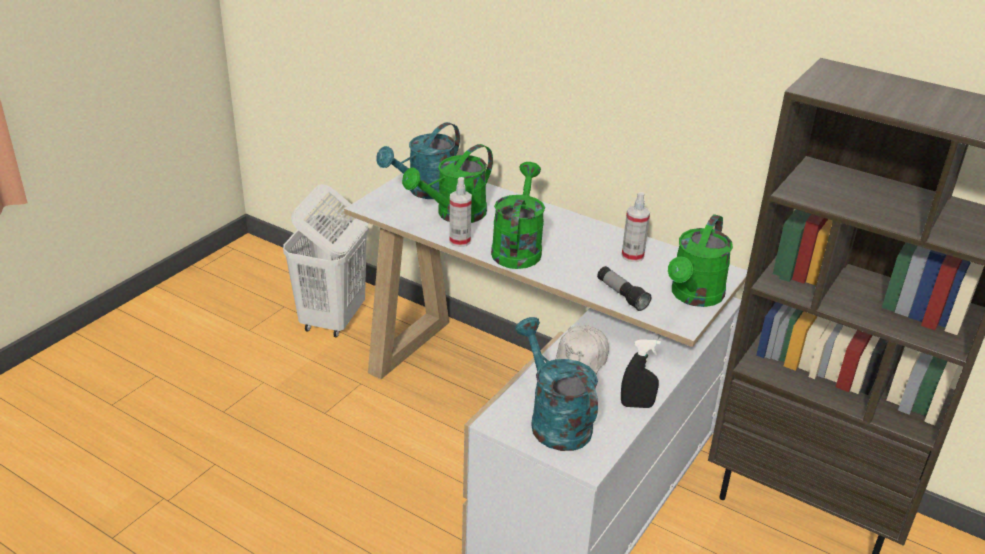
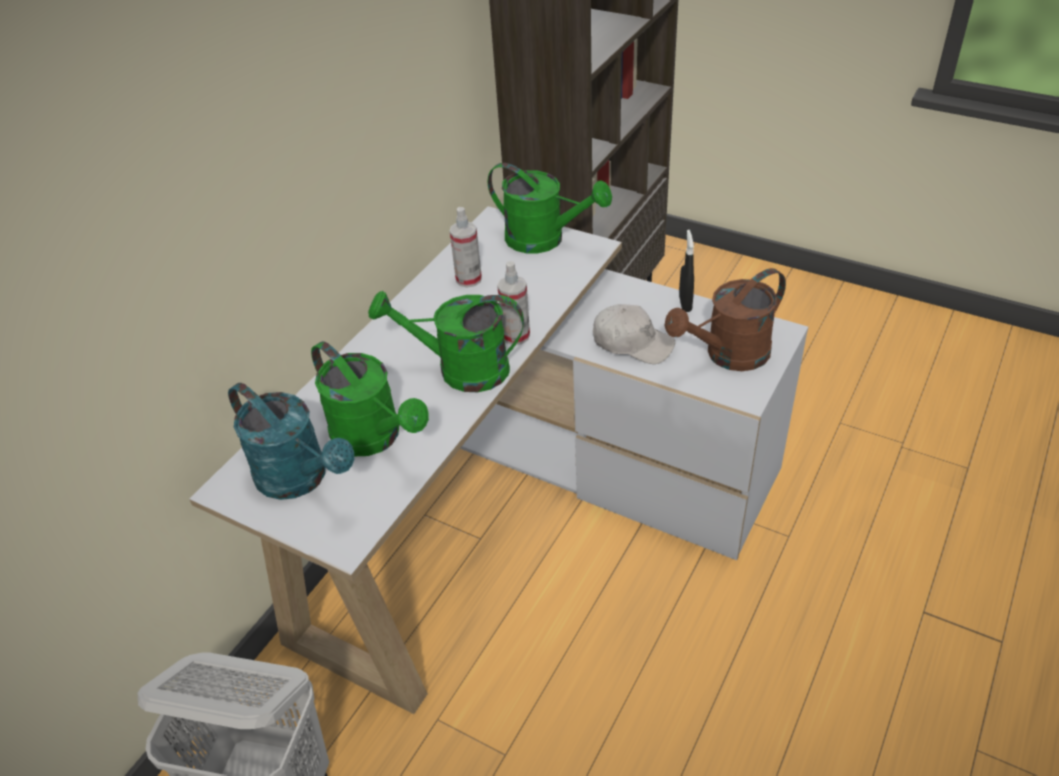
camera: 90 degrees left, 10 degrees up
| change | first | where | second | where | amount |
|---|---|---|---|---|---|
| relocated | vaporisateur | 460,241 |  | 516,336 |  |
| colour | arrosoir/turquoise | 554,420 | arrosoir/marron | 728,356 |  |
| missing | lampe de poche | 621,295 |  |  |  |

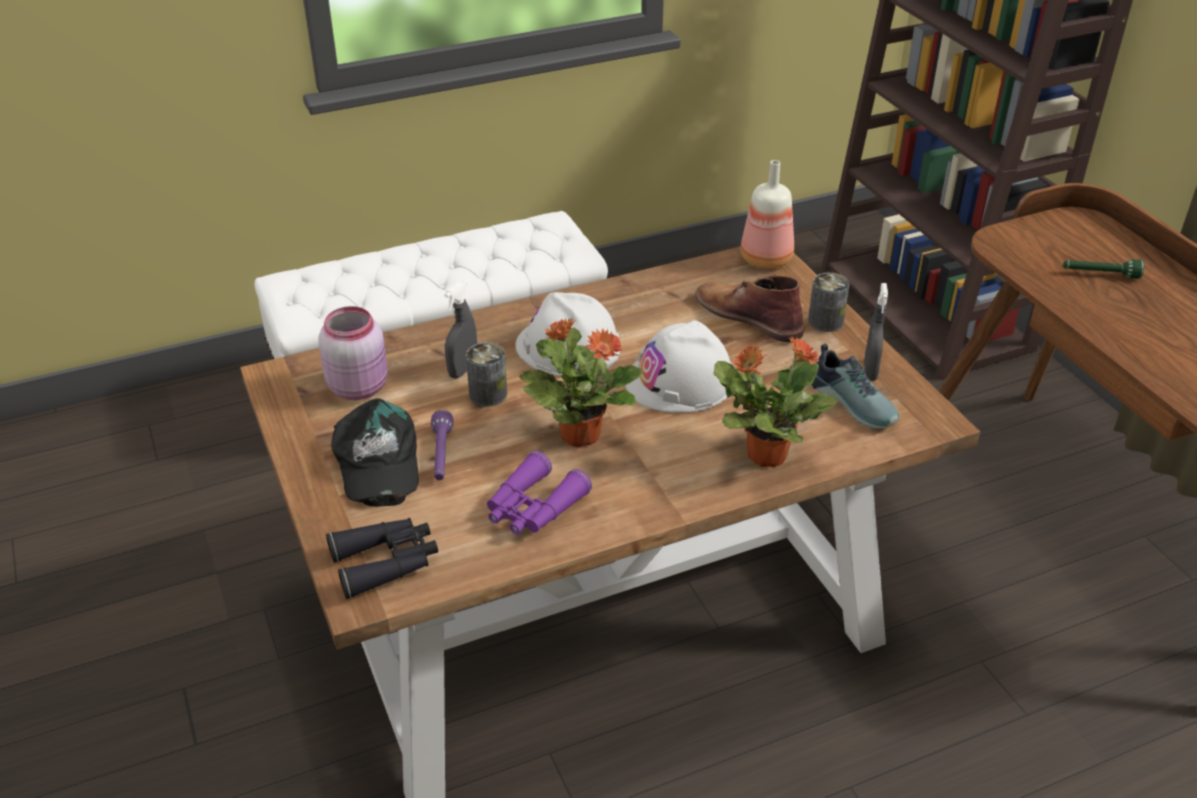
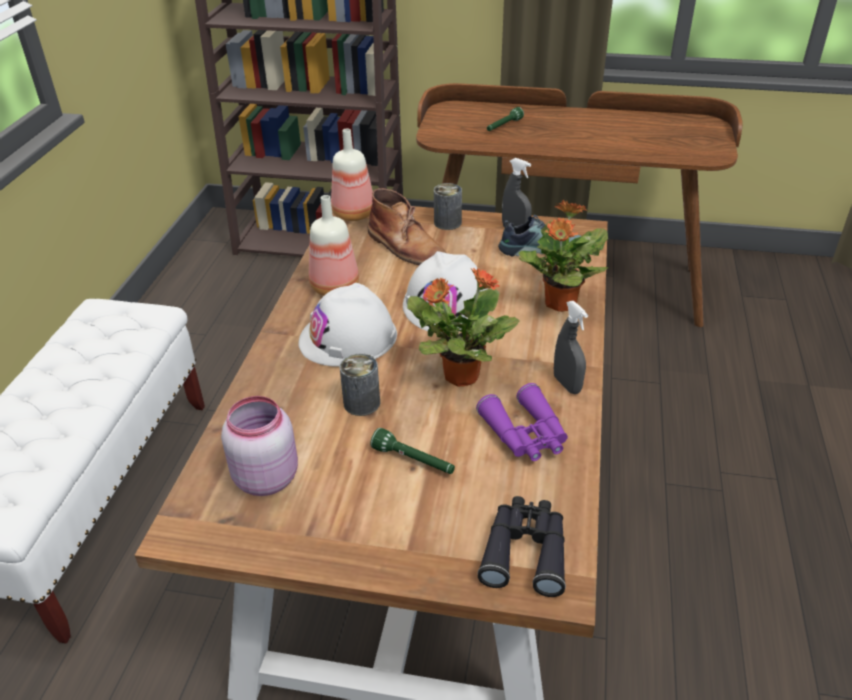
camera: 55 degrees left, 0 degrees up
| change | first | where | second | where | amount |
|---|---|---|---|---|---|
| appeared |  |  | bouteille | 334,286 |  |
| spun | botte/marron | 748,315 |  | 406,247 | 120 degrees counterclockwise |
| colour | lampe de poche/violet | 441,455 | lampe de poche/vert | 414,461 |  |
| relocated | vaporisateur/gris | 463,370 |  | 567,384 |  |
| missing | casquette/noir | 376,462 |  |  |  |

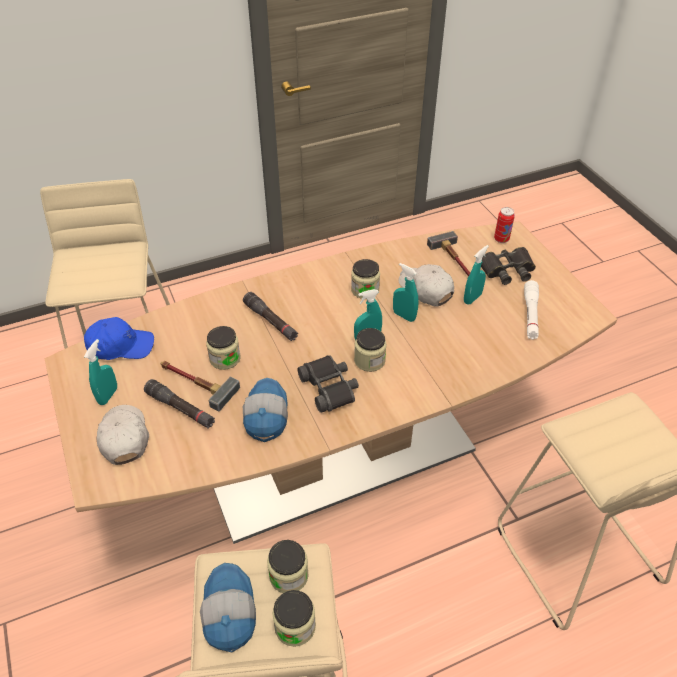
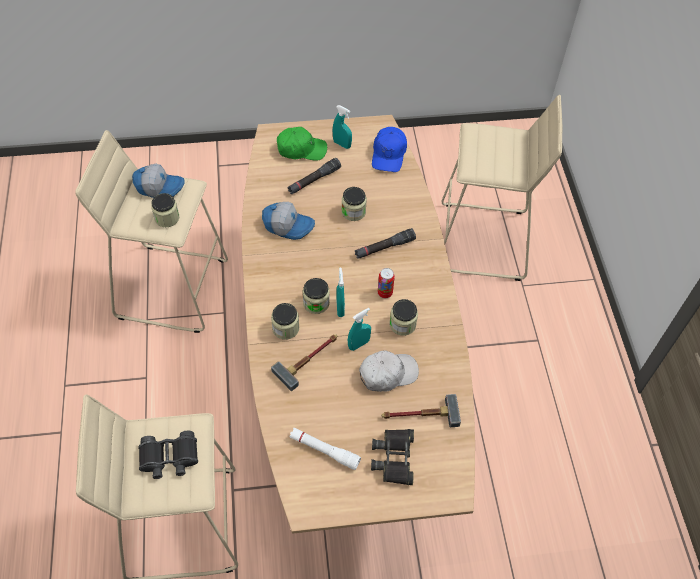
camera: 105 degrees right, 10 degrees up
| change | first | where | second | where | amount |
|---|---|---|---|---|---|
| relocated | jumelles/noir | 329,388 |  | 169,458 |  |
| relocated | bocal | 295,626 |  | 285,328 |  |
| relocated | marteau | 195,383 |  | 309,359 |  |
| colour | casquette/blanc | 124,438 | casquette/vert | 301,149 |  |
| relocated | boîte métallique | 501,239 |  | 385,293 |  |
| missing | vaporisateur/turquoise | 472,298 |  |  |  |

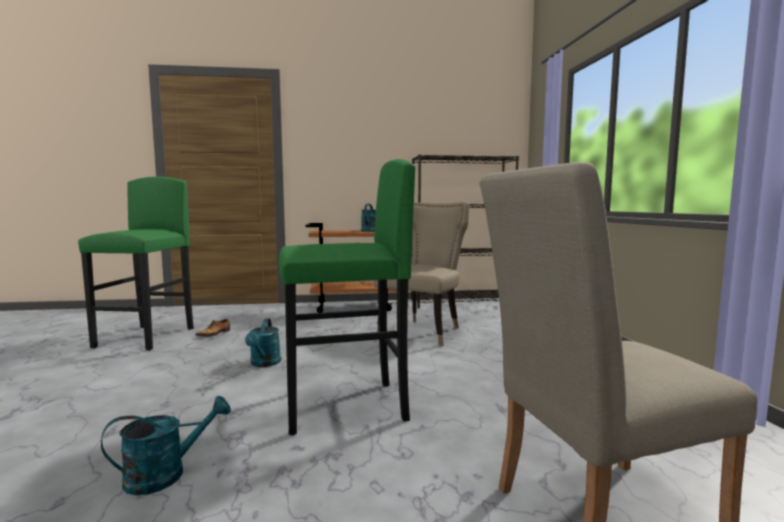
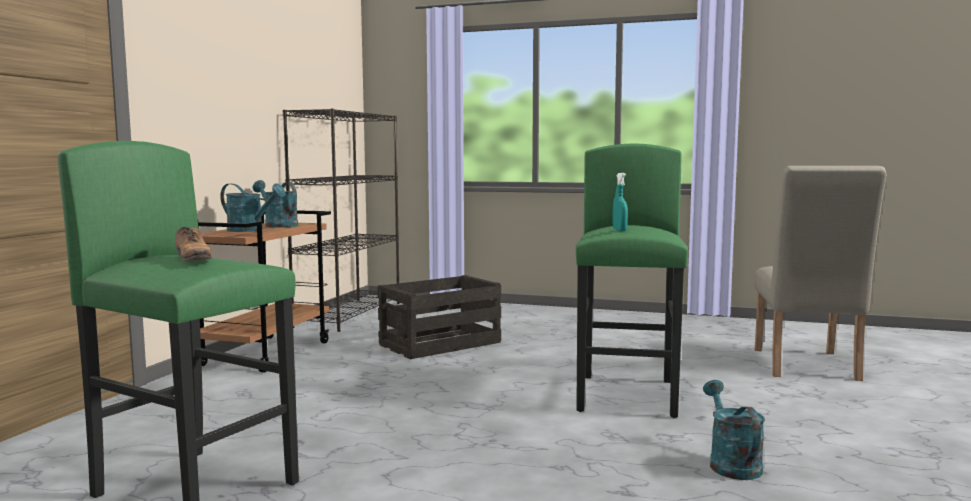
camera: 65 degrees left, 0 degrees up
| change | first | where | second | where | amount |
|---|---|---|---|---|---|
| relocated | chaussure | 214,334 |  | 193,259 |  |
| relocated | arrosoir/turquoise | 264,364 |  | 250,230 |  |
| exchanged | chaise/beige | 424,331 | caisse | 441,343 |  |
| appeared |  |  | vaporisateur/turquoise | 619,230 |  |

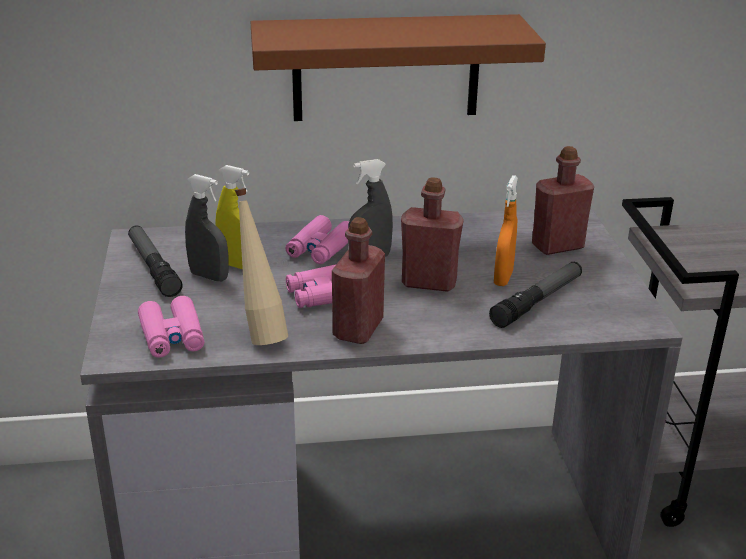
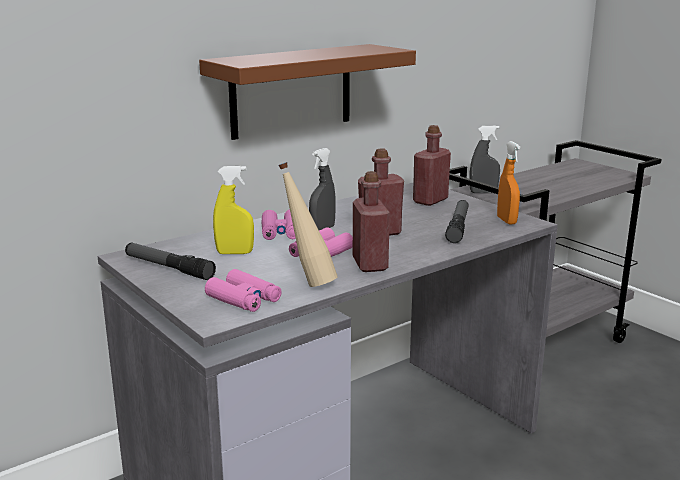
camera: 30 degrees left, 10 degrees down
| change | first | where | second | where | amount |
|---|---|---|---|---|---|
| relocated | vaporisateur/gris | 209,276 |  | 483,192 |  |
| relocated | vaporisateur/orange | 503,278 |  | 506,221 |  |

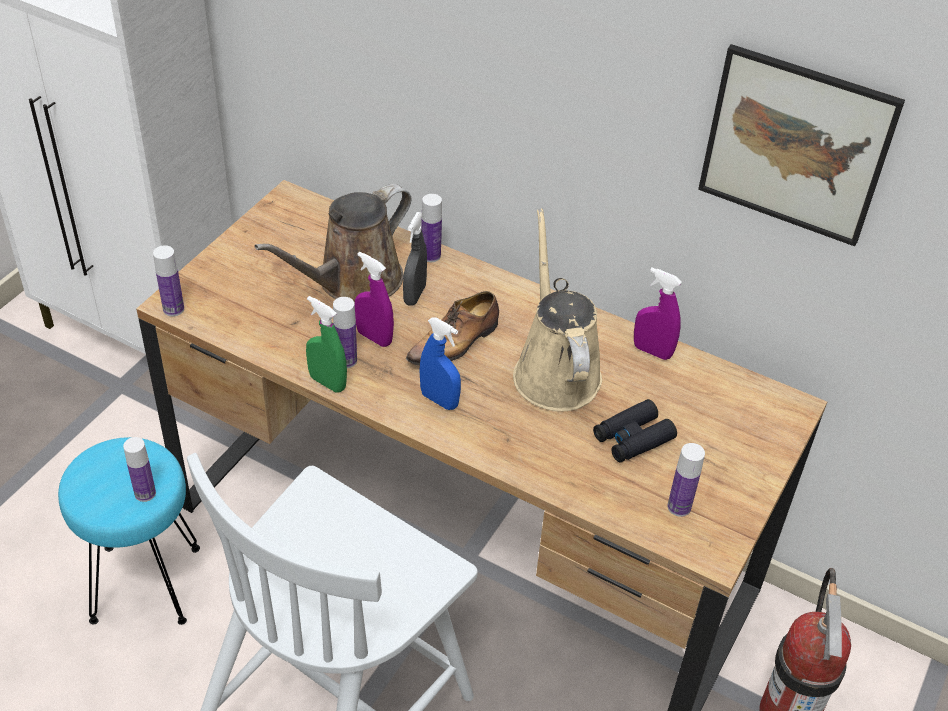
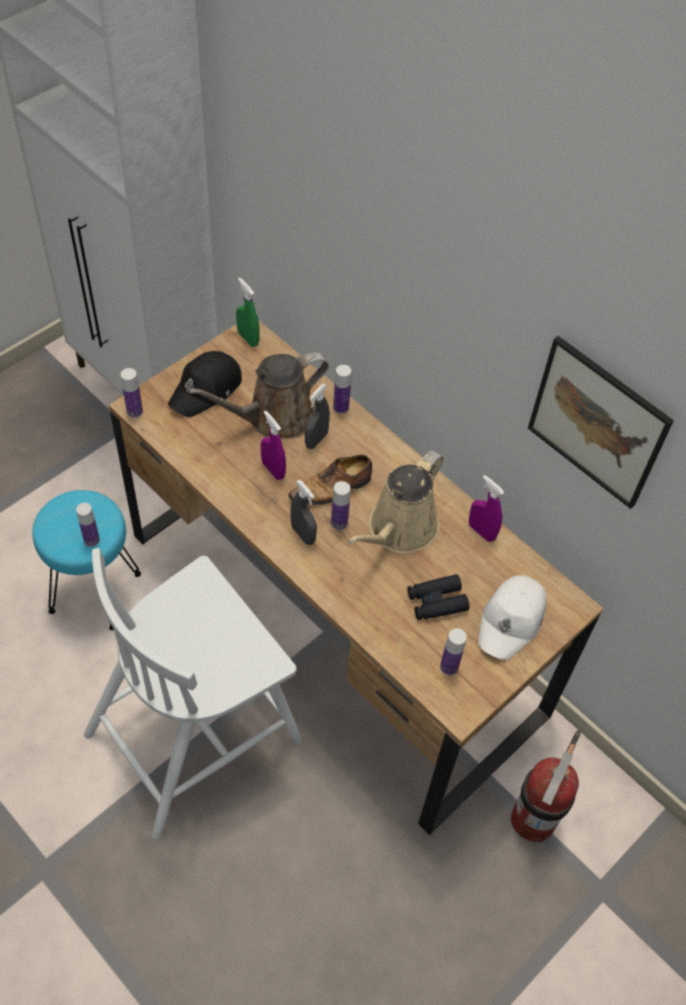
camera: 15 degrees right, 10 degrees up
| change | first | where | second | where | amount |
|---|---|---|---|---|---|
| appeared |  |  | casquette/noir | 206,389 |  |
| relocated | vaporisateur/vert | 327,382 |  | 248,338 |  |
| colour | vaporisateur/bleu | 439,400 | vaporisateur/gris | 303,534 |  |
| relocated | bouteille | 346,360 |  | 339,523 |  |
| spun | arrosoir/beige | 554,370 |  | 399,530 | 150 degrees counterclockwise |
| appeared |  |  | casquette/blanc | 512,620 |  |

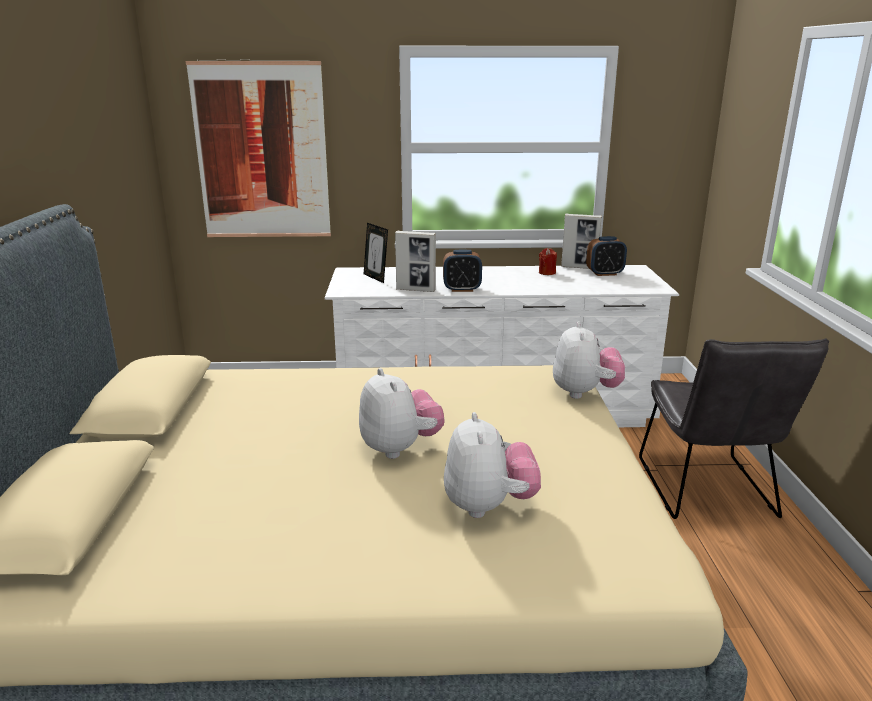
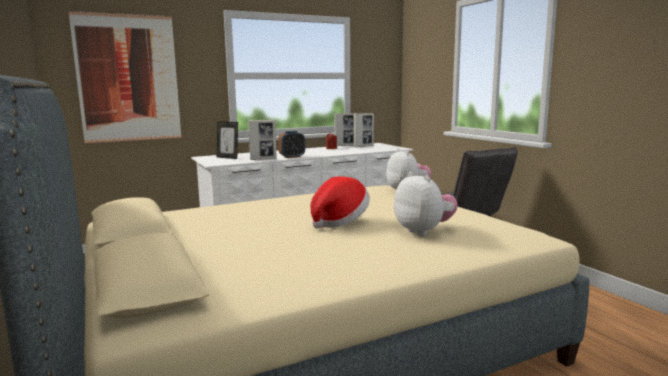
camera: 25 degrees left, 10 degrees down
| change | first | where | second | where | amount |
|---|---|---|---|---|---|
| exchanged | peluche | 400,448 | chapeau | 339,221 |  |
| exchanged | réveil | 604,273 | cadre photo | 363,146 |  |

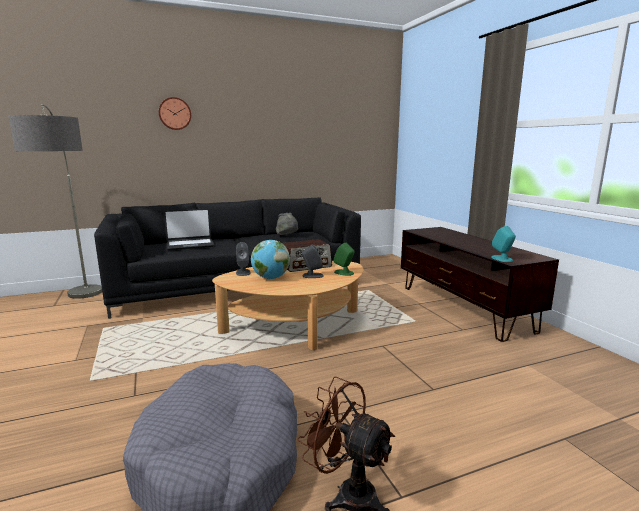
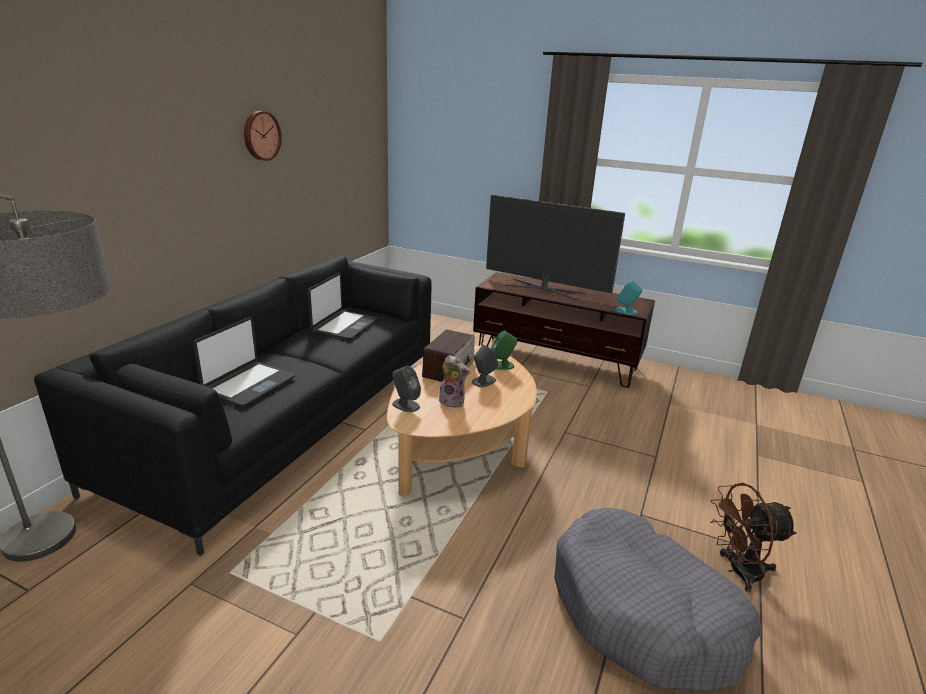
camera: 45 degrees left, 10 degrees up
| change | first | where | second | where | amount |
|---|---|---|---|---|---|
| relocated | horloge murale | 175,113 |  | 261,135 |  |
| exchanged | chapeau/gris | 287,236 | ordinateur portable | 344,326 |  |
| exchanged | globe | 270,278 | peluche | 453,401 |  |
| appeared |  |  | téléviseur | 545,289 |  |

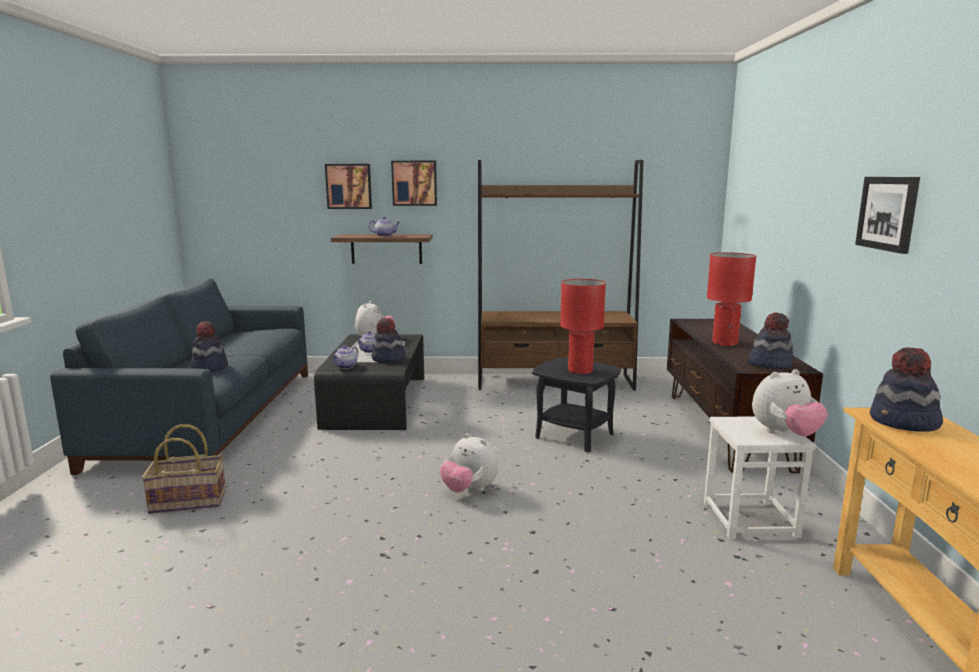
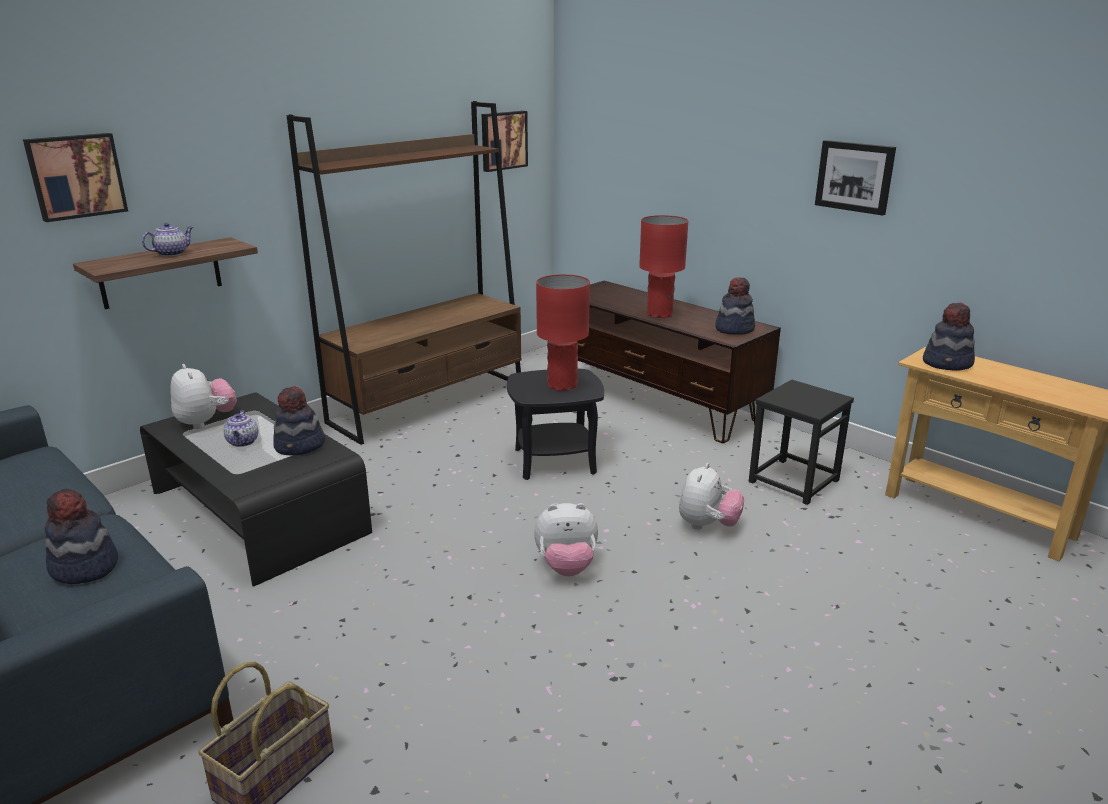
camera: 45 degrees left, 10 degrees up
| change | first | where | second | where | amount |
|---|---|---|---|---|---|
| relocated | tableau | 414,183 |  | 503,140 |  |
| relocated | peluche | 784,434 |  | 707,525 |  |
| colour | tabouret/blanc | 749,519 | tabouret/noir | 793,480 |  |
| missing | théière | 346,366 |  |  |  |

